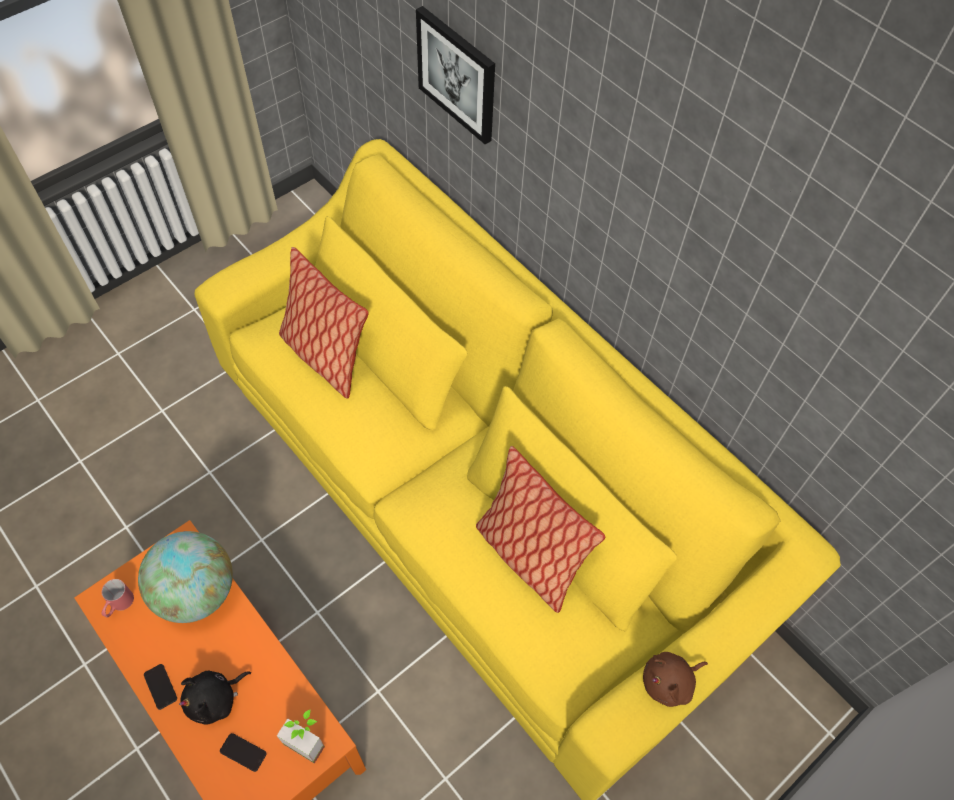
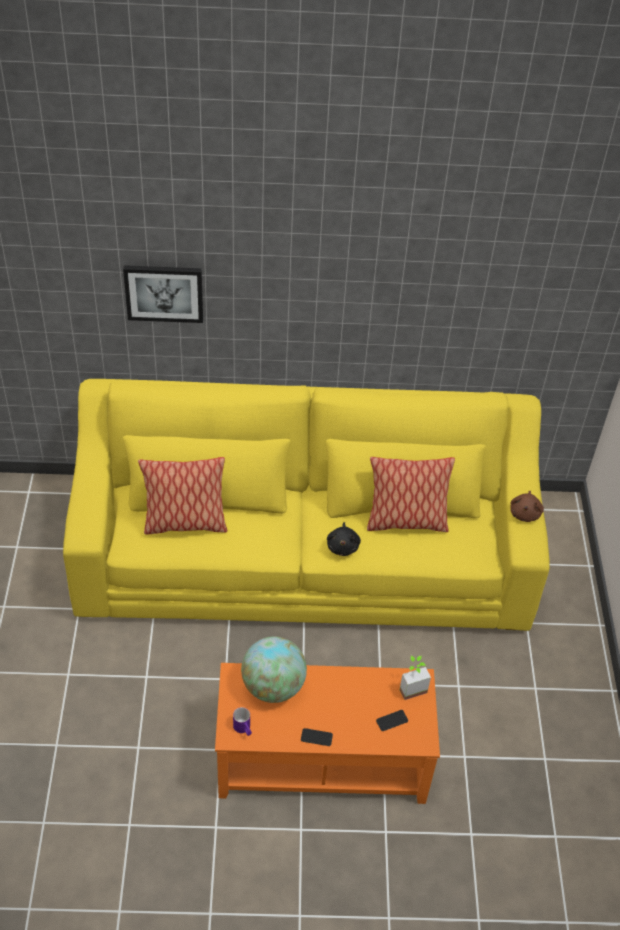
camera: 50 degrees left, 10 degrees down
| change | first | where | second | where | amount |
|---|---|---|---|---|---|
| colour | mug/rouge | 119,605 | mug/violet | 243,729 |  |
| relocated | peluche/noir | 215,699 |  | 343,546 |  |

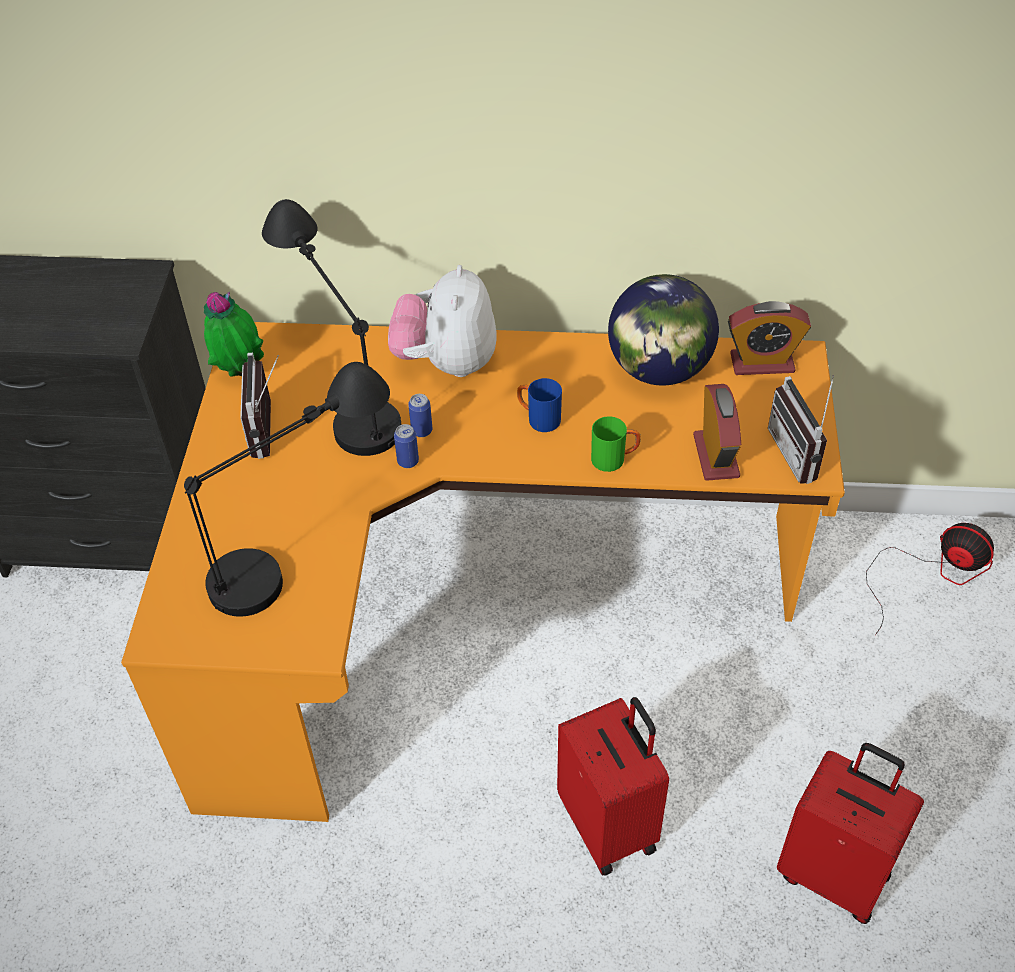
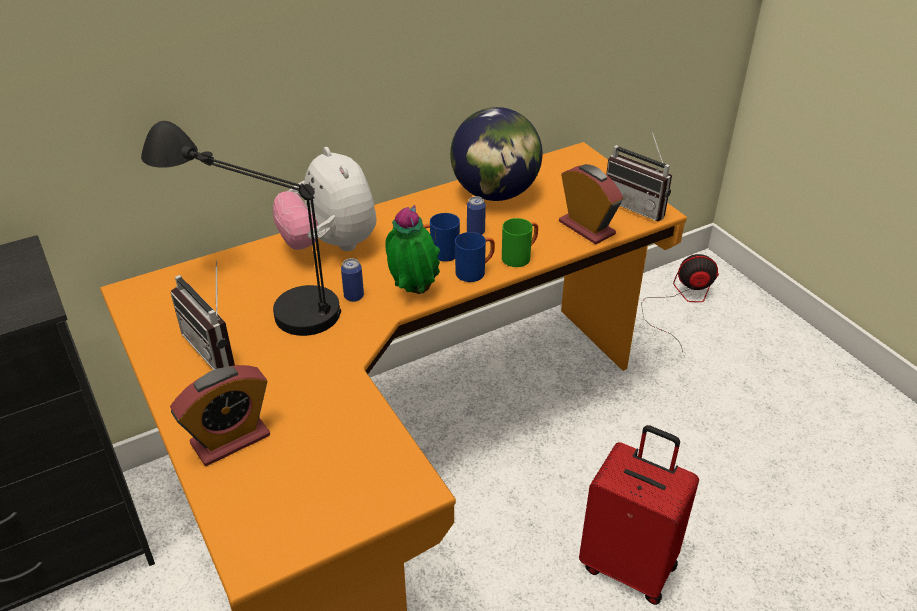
camera: 35 degrees left, 10 degrees down
| change | first | where | second | where | amount |
|---|---|---|---|---|---|
| relocated | réveil | 762,363 |  | 230,439 |  |
| relocated | plante en pot | 240,372 |  | 413,292 |  |
| appeared |  |  | mug/bleu | 475,272 |  |
| relocated | boîte métallique | 408,461 |  | 475,232 |  |
| missing | lampe de table/noir | 301,551 |  |  |  |
| missing | valise/rouge | 834,873 |  |  |  |

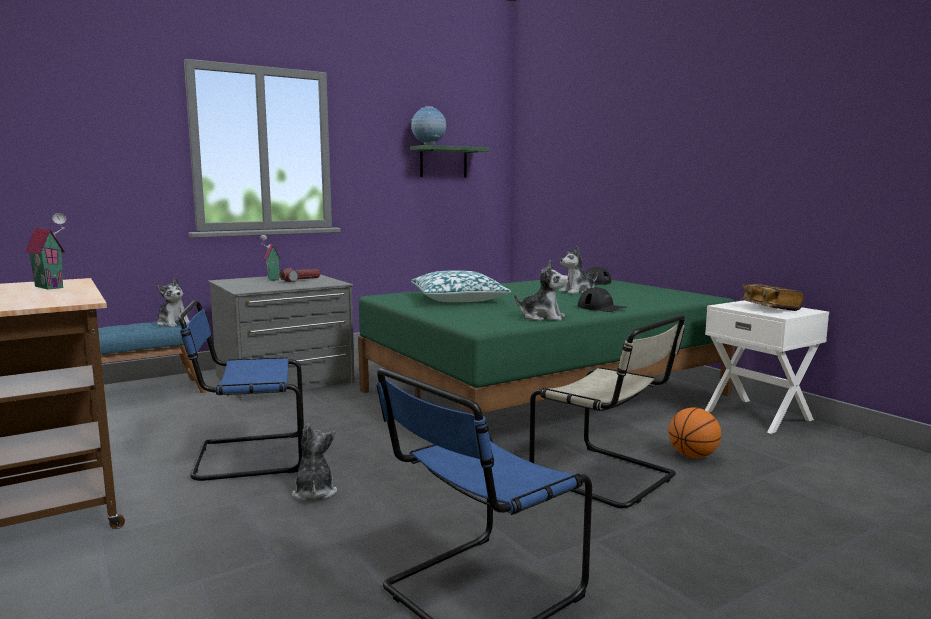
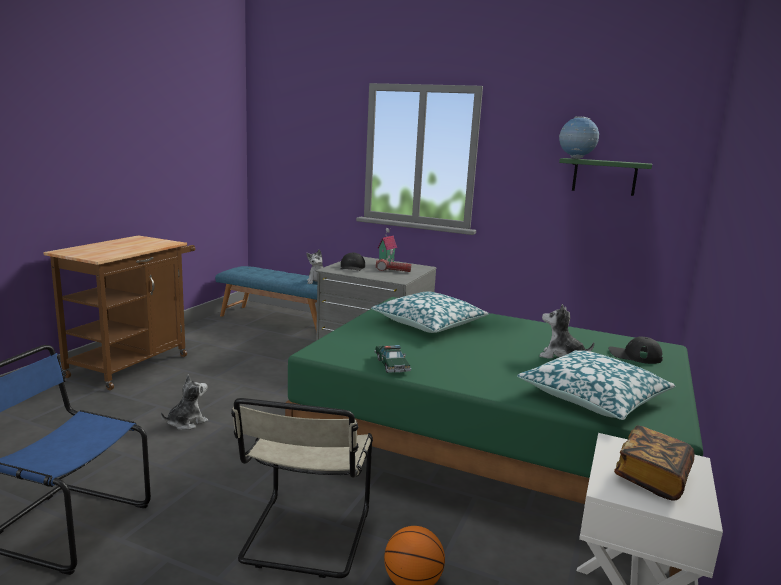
camera: 55 degrees right, 5 degrees up
| change | first | where | second | where | amount |
|---|---|---|---|---|---|
| relocated | casquette/noir | 602,308 |  | 352,267 |  |
| exchanged | peluche | 542,317 | petite voiture | 391,365 |  |
| appeared |  |  | coussin | 593,397 |  |
| missing | maison miniature | 51,287 |  |  |  |
| missing | chaise/bleu | 246,457 |  |  |  |

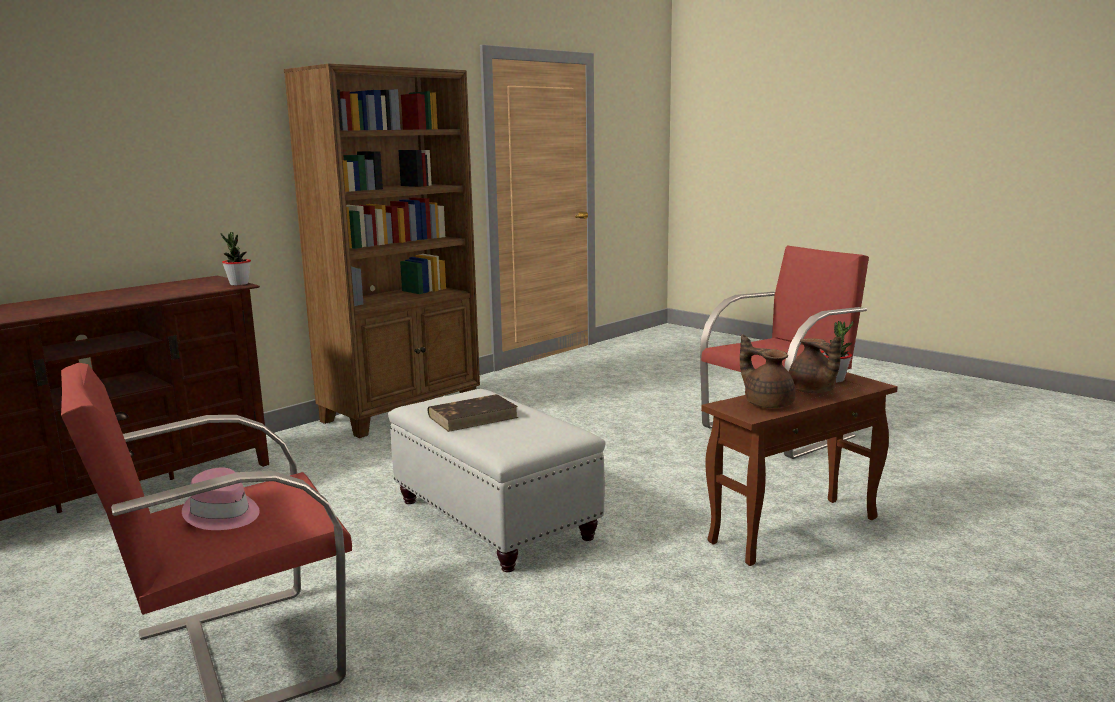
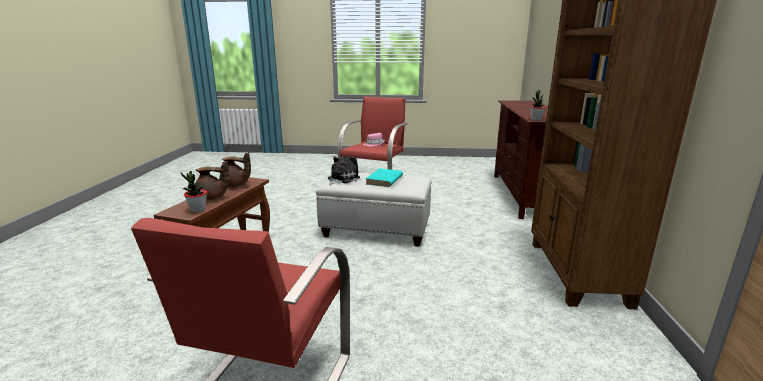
camera: 140 degrees right, 5 degrees up
| change | first | where | second | where | amount |
|---|---|---|---|---|---|
| spun | théière/marron | 812,391 |  | 212,198 | 150 degrees clockwise |
| appeared |  |  | peluche | 342,179 |  |
| colour | livre/marron | 473,417 | livre/turquoise | 384,180 |  |

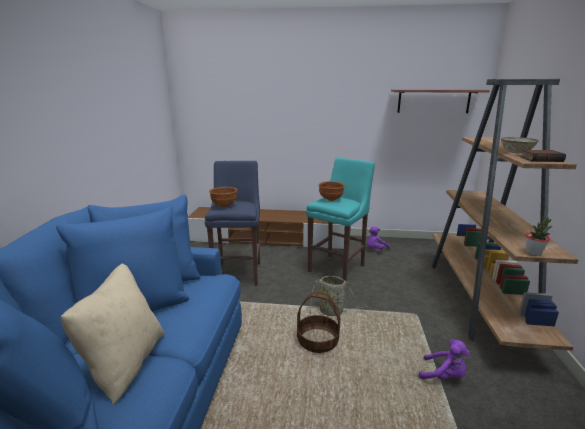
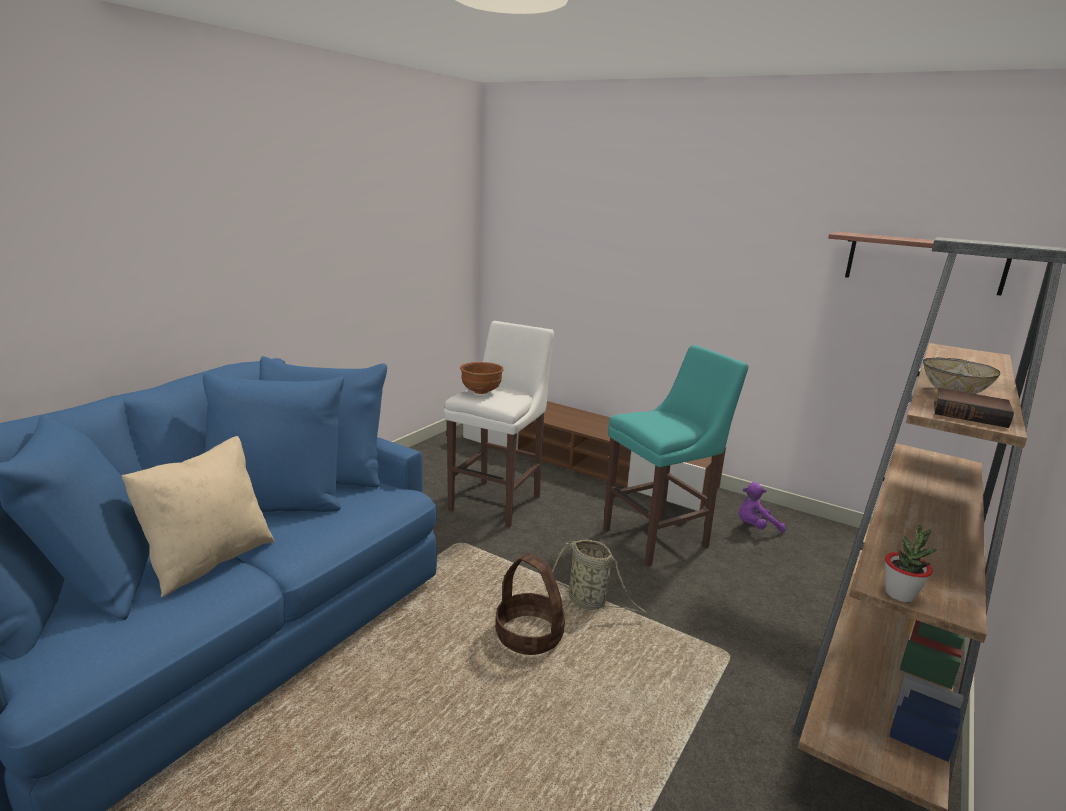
camera: 25 degrees right, 0 degrees up
| change | first | where | second | where | amount |
|---|---|---|---|---|---|
| colour | tabouret/bleu | 238,272 | tabouret/blanc | 498,501 |  |
| missing | bol/marron | 331,199 |  |  |  |
| missing | peluche/violet | 443,376 |  |  |  |

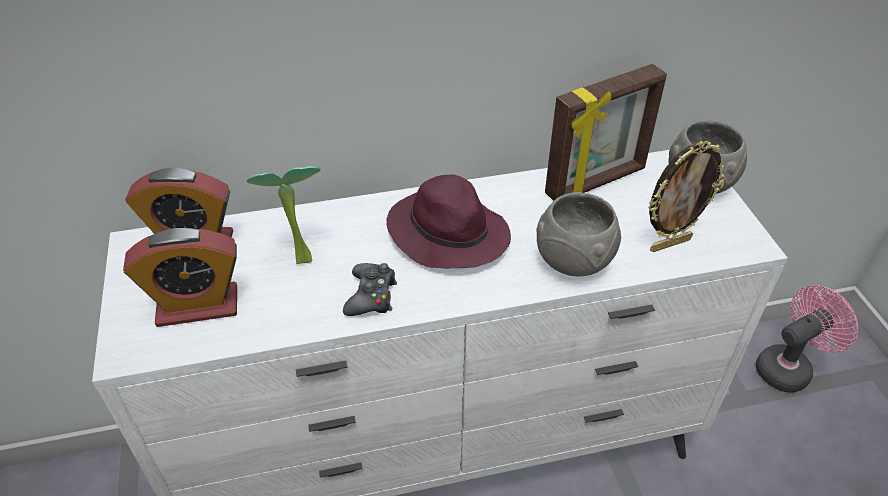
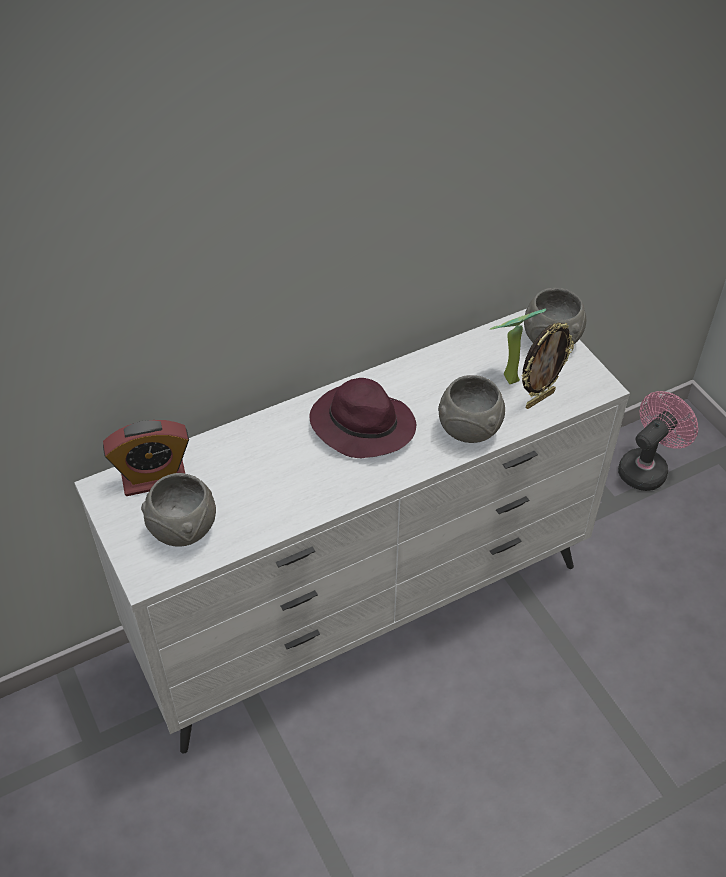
camera: 15 degrees left, 5 degrees up
| change | first | where | second | where | amount |
|---|---|---|---|---|---|
| exchanged | réveil | 197,306 | bol/gris | 184,529 |  |
| relocated | plante en pot | 299,256 |  | 506,378 |  |
| missing | manette/noir | 371,296 |  |  |  |
| missing | cadre photo | 596,183 |  |  |  |

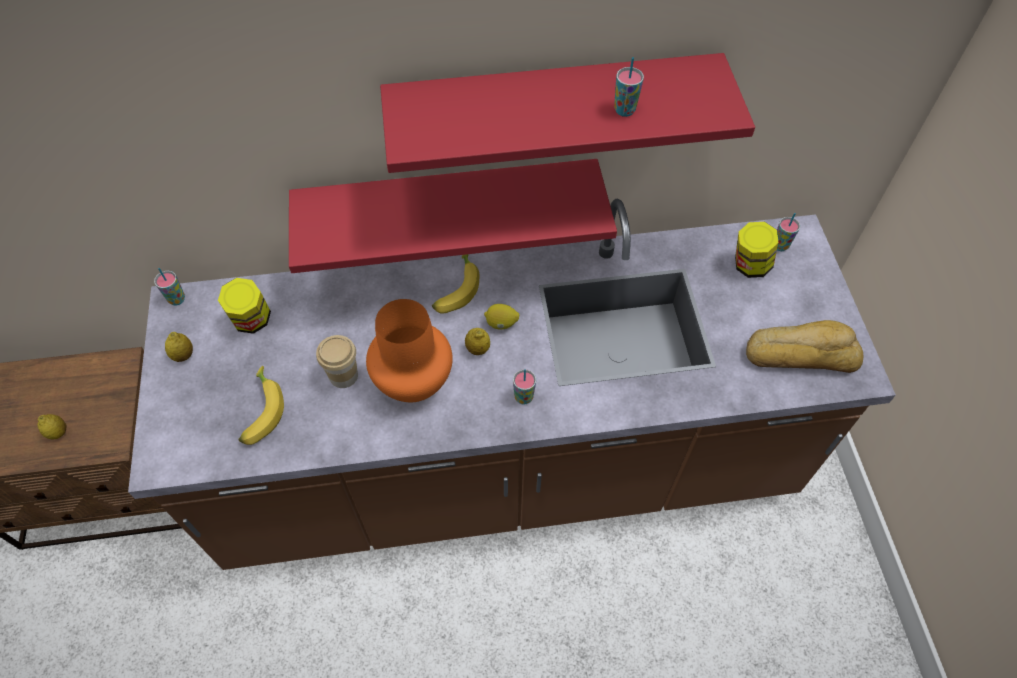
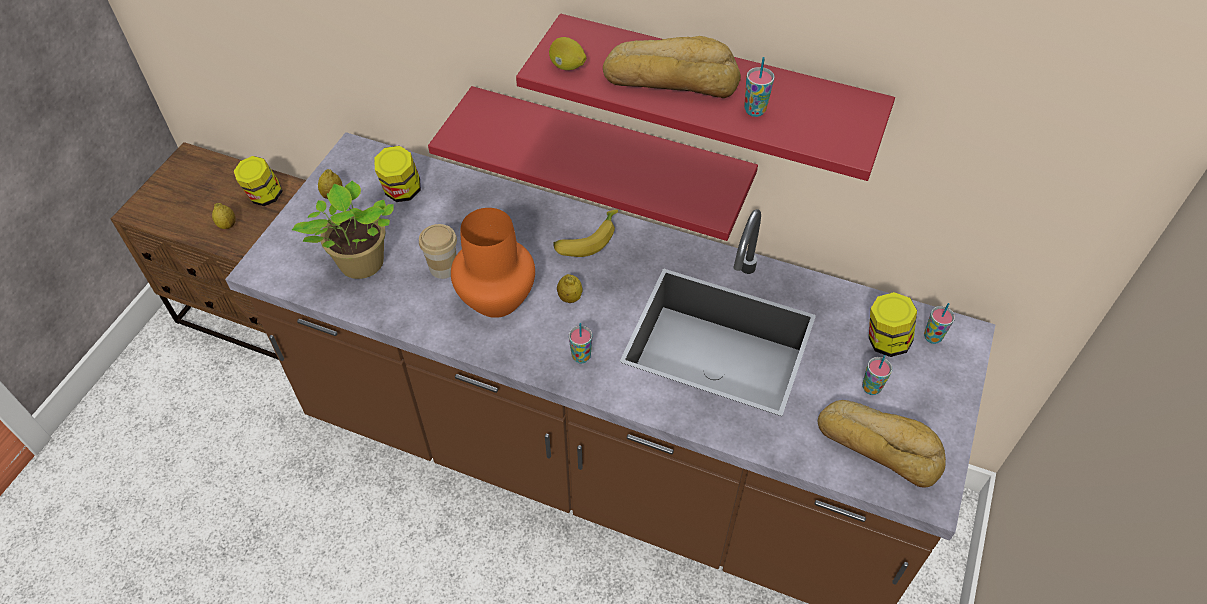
camera: 30 degrees right, 5 degrees down
| change | first | where | second | where | amount |
|---|---|---|---|---|---|
| appeared |  |  | bocal | 264,196 |  |
| exchanged | banane | 260,411 | plante en pot | 359,265 |  |
| relocated | citron | 501,324 |  | 567,67 |  |
| appeared |  |  | pain | 671,78 |  |
| relocated | tasse | 177,299 |  | 871,388 |  |

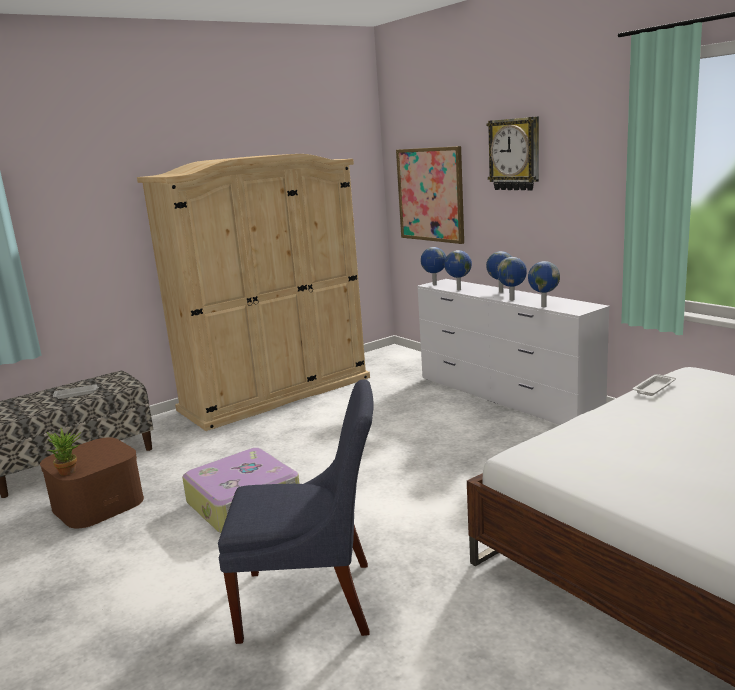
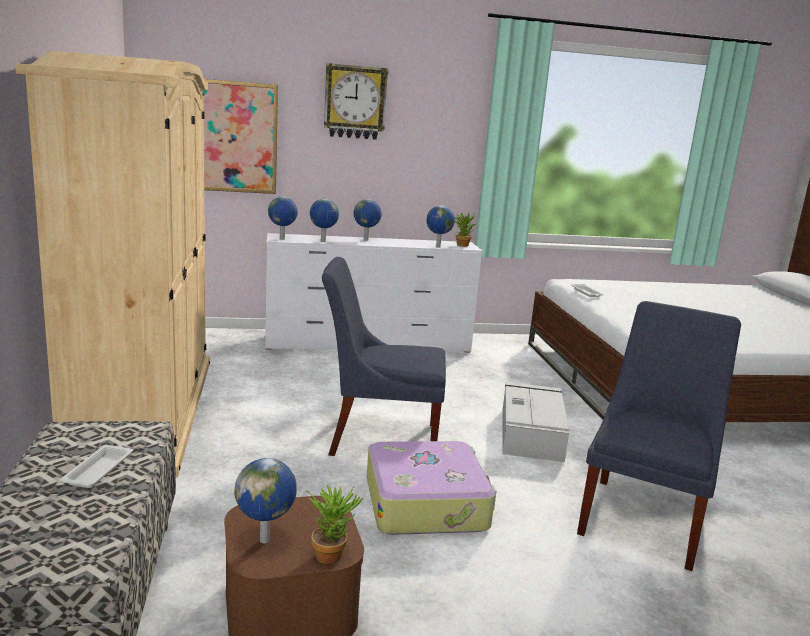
camera: 65 degrees left, 0 degrees up
| change | first | where | second | where | amount |
|---|---|---|---|---|---|
| relocated | globe | 512,299 |  | 266,540 |  |
| appeared |  |  | chaise/bleu | 378,437 |  |
| appeared |  |  | plante en pot | 462,245 |  |
| appeared |  |  | boîte de rangement/gris | 531,433 |  |

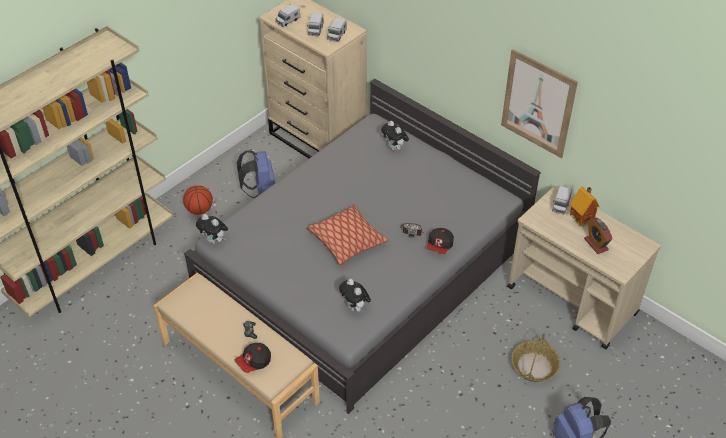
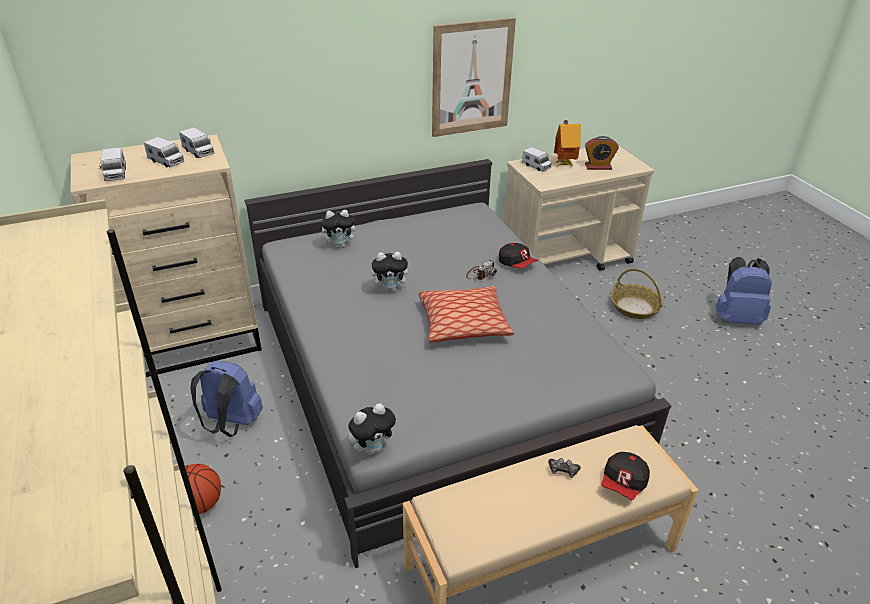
camera: 65 degrees left, 10 degrees down
| change | first | where | second | where | amount |
|---|---|---|---|---|---|
| relocated | peluche | 355,307 |  | 391,289 |  |
| spun | casquette | 254,362 |  | 623,484 | 45 degrees clockwise |

